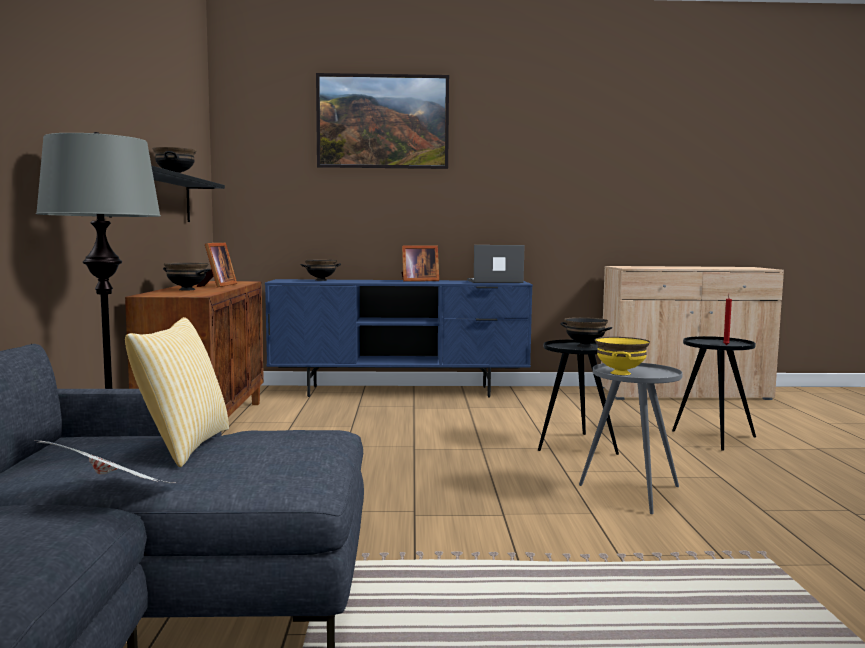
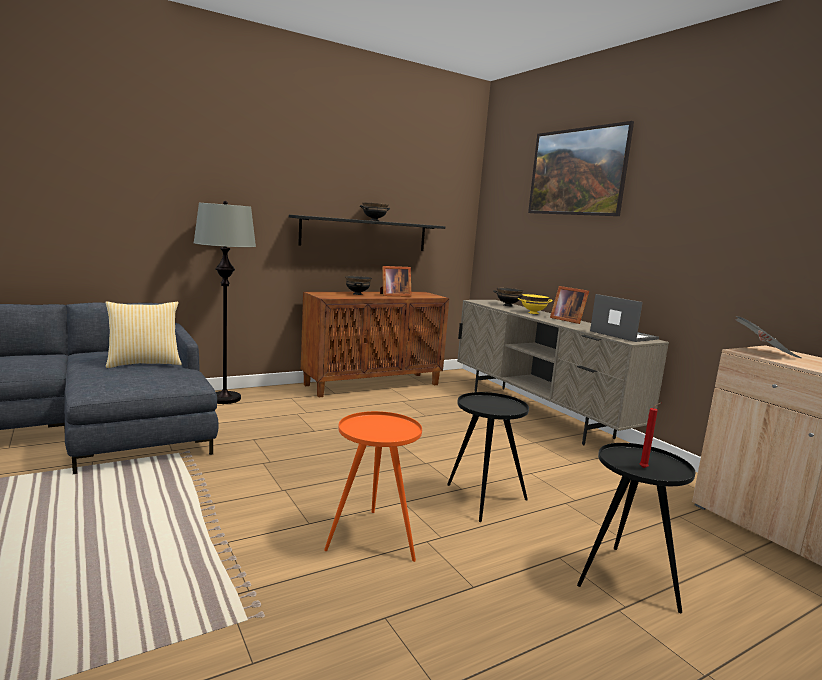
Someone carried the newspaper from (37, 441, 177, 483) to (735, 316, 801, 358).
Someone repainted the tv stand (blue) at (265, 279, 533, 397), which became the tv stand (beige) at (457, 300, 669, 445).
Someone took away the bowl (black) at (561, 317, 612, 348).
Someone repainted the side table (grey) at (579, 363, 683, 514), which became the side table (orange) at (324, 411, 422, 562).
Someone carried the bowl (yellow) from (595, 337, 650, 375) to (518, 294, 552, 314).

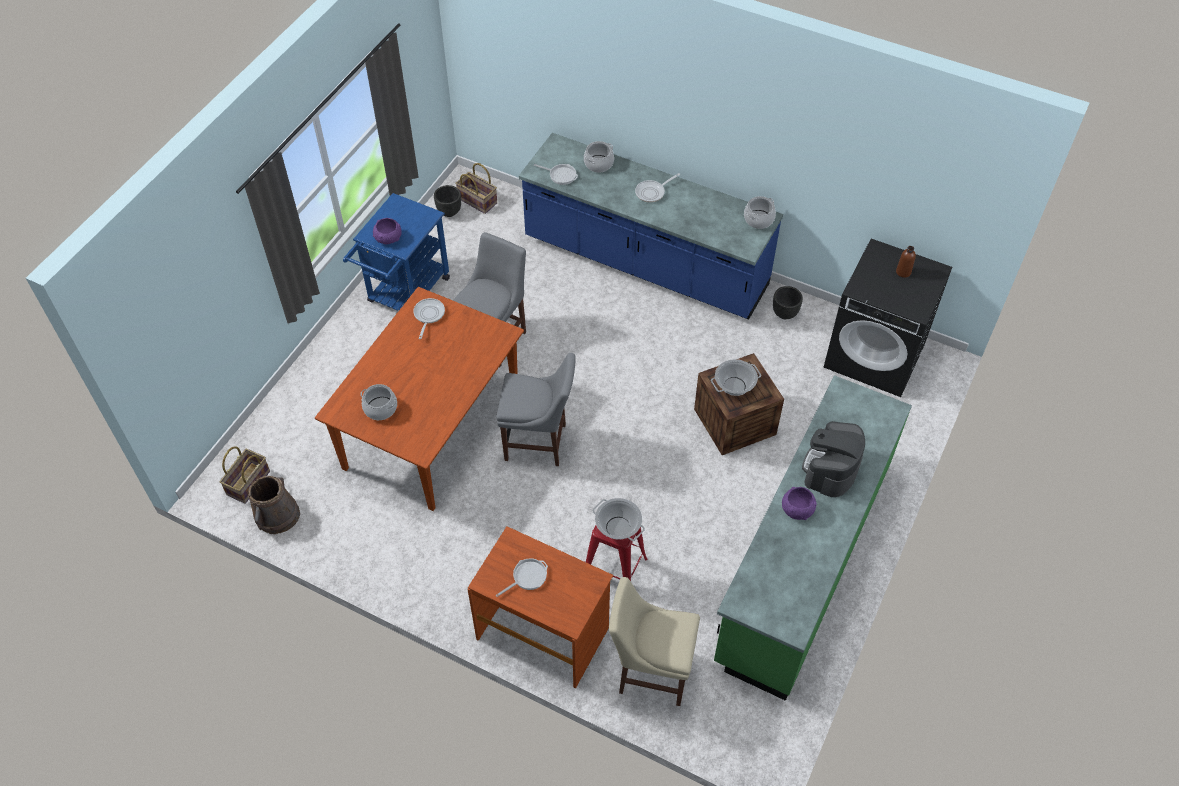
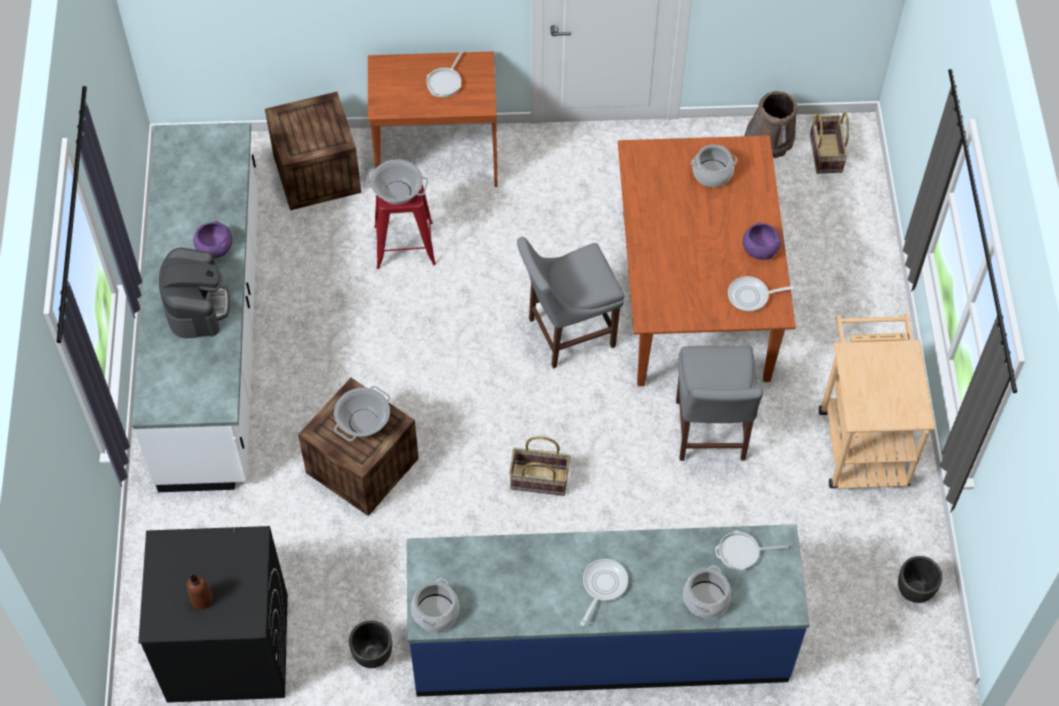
Someone repainted the cart (blue) at (343, 193, 450, 311), which became the cart (beige) at (819, 313, 935, 489).
Someone carried the bowl (purple) from (373, 218, 402, 244) to (742, 222, 781, 260).
Someone rotated the frying pan at (413, 298, 445, 339) by 105 degrees clockwise.
Someone carried the basket from (455, 163, 497, 214) to (509, 436, 570, 496).
Someone swapped the chair (beige) at (609, 577, 700, 706) for the crate at (265, 92, 361, 210).
Someone repainted the counter (green) at (714, 375, 912, 701), which became the counter (white) at (132, 122, 258, 492).

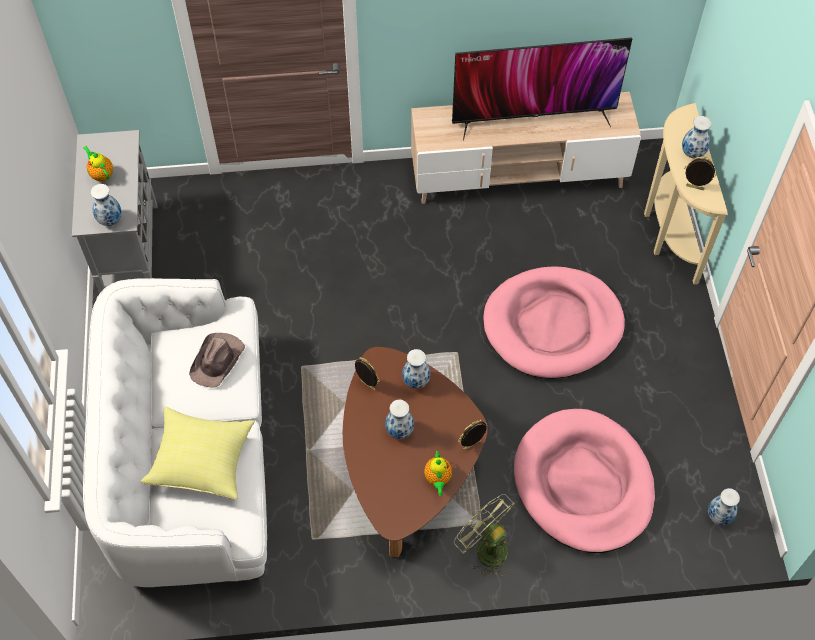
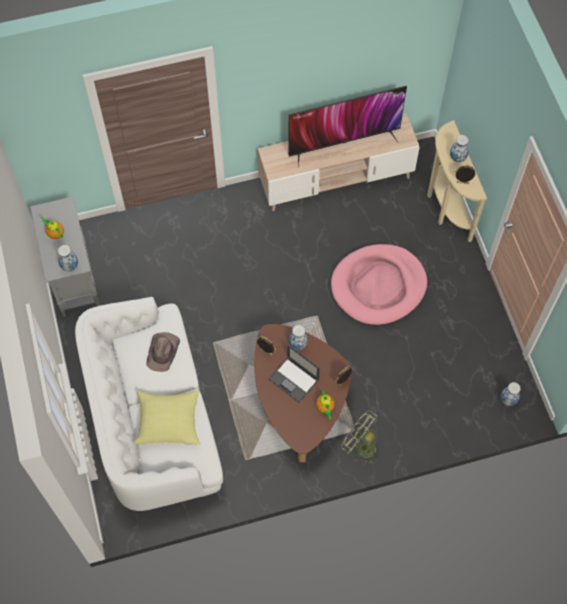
Someone swapped the vase at (385, 400, 414, 439) for the laptop at (268, 345, 320, 403).
Someone took away the dog bed (pink) at (514, 409, 655, 553).

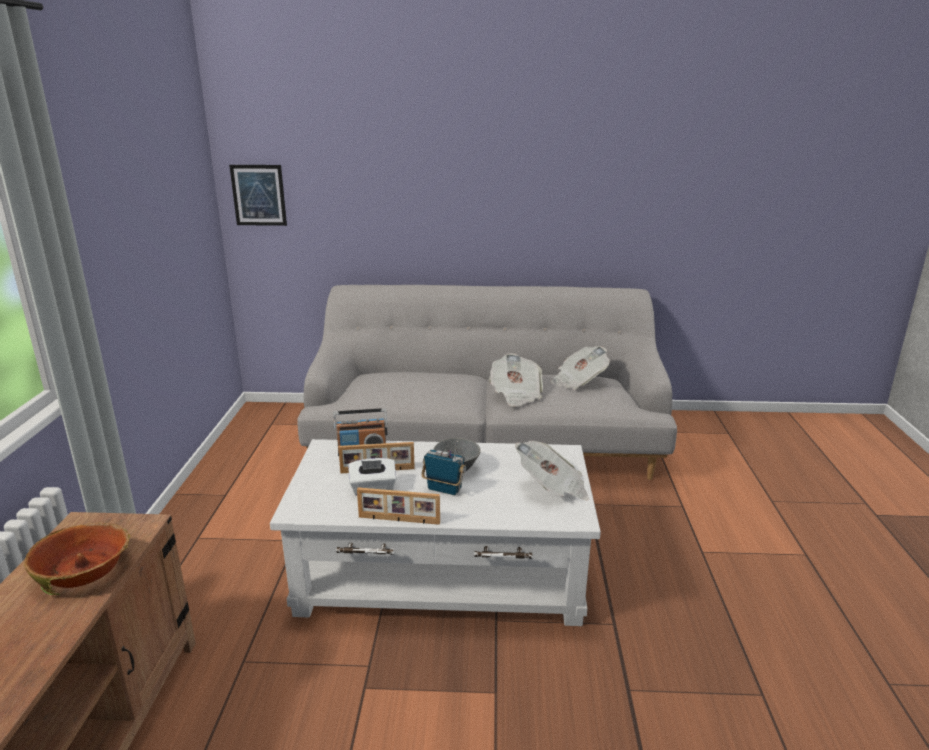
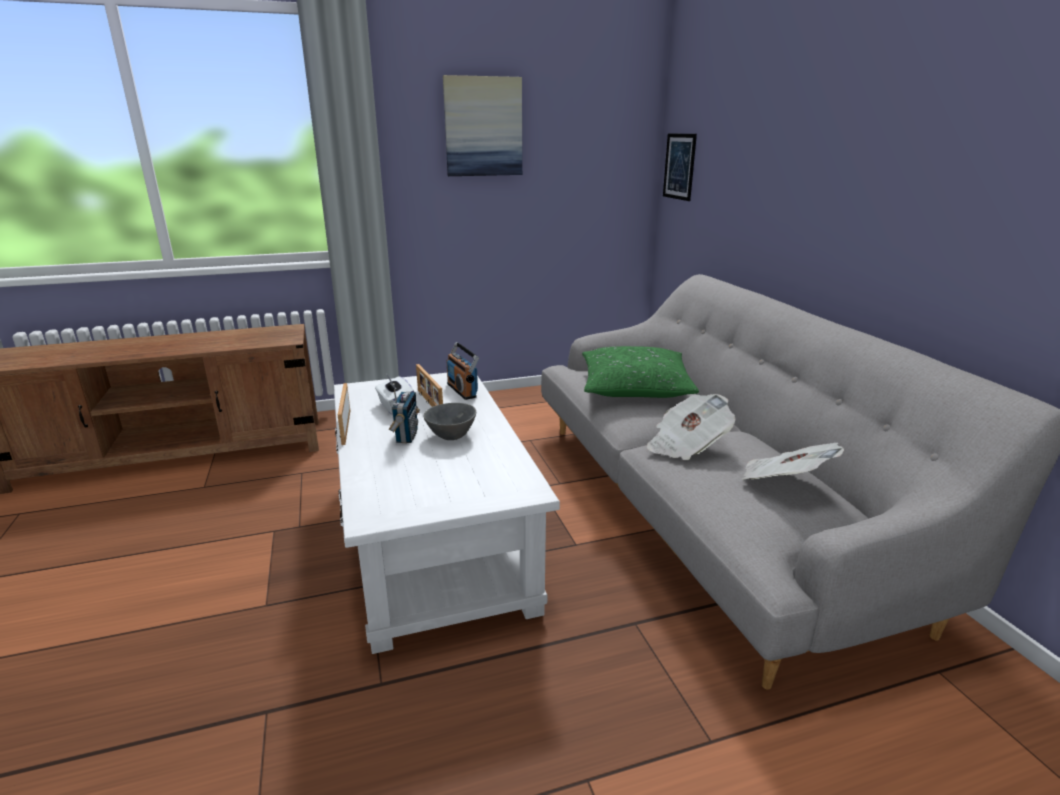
Someone took away the bowl at (24, 522, 130, 595).
Someone took away the newspaper at (515, 441, 589, 500).
Someone put up the picture at (443, 75, 522, 176).
Someone put down the pillow (green) at (582, 346, 699, 398).

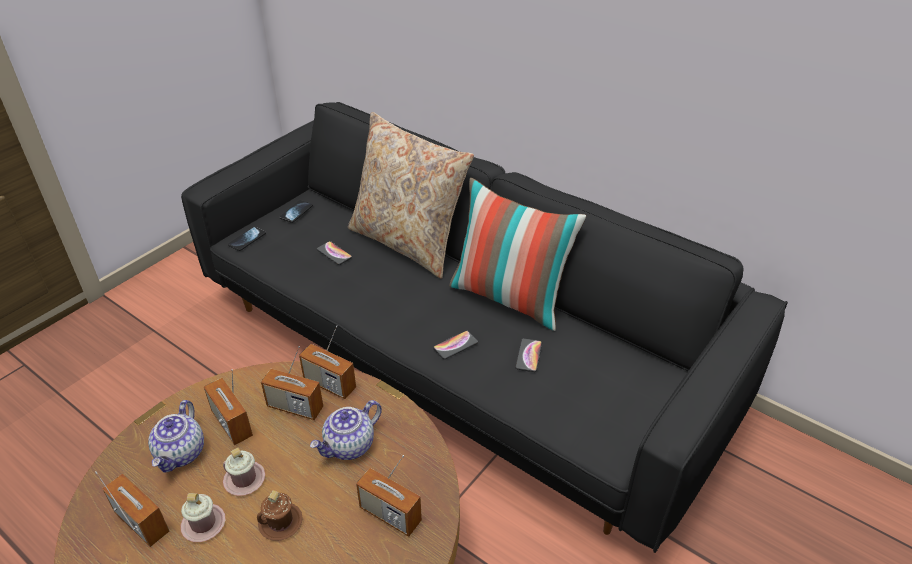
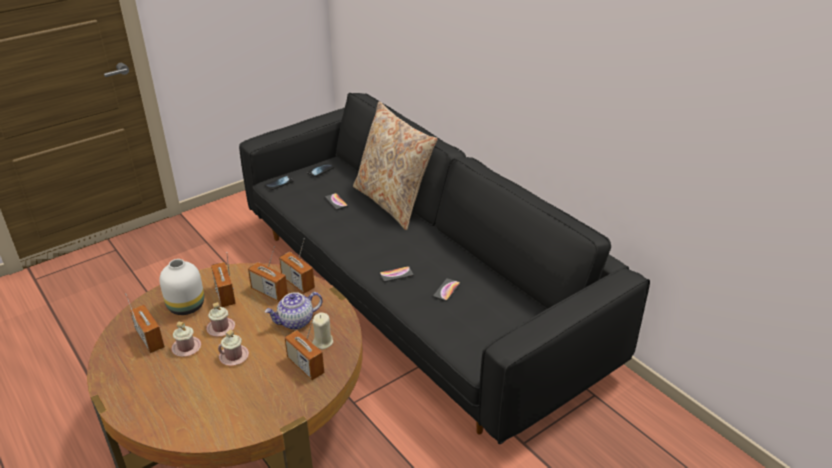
Someone swapped the teapot at (148, 400, 204, 473) for the vase (white) at (159, 259, 204, 315).
Someone repainted the mug (brown) at (257, 490, 303, 541), which became the mug (pink) at (218, 330, 249, 366).
Someone took away the pillow at (449, 178, 586, 331).
Someone put down the candle (beige) at (312, 312, 333, 350).

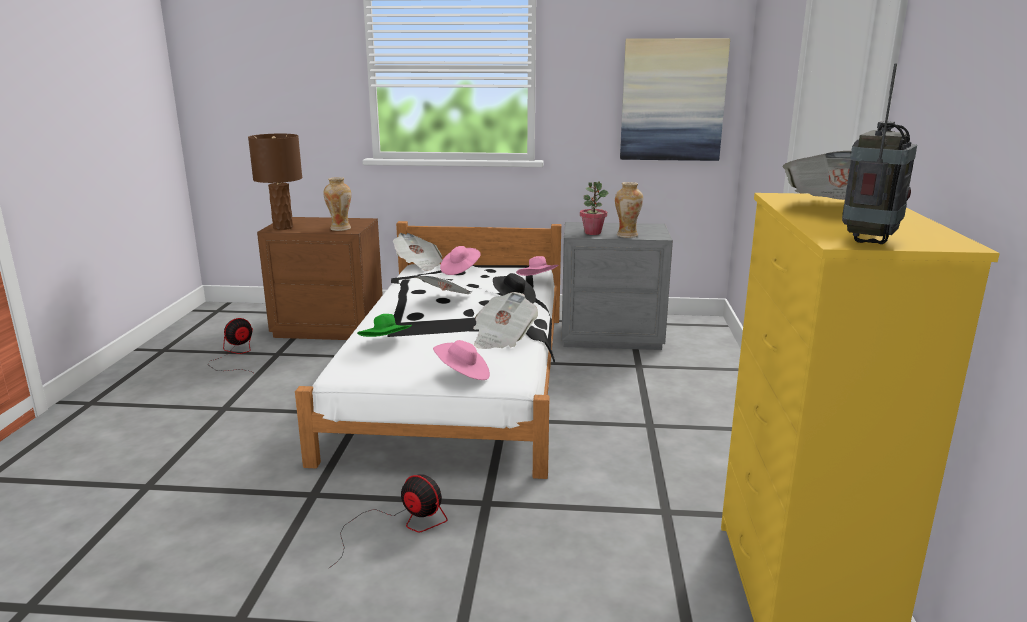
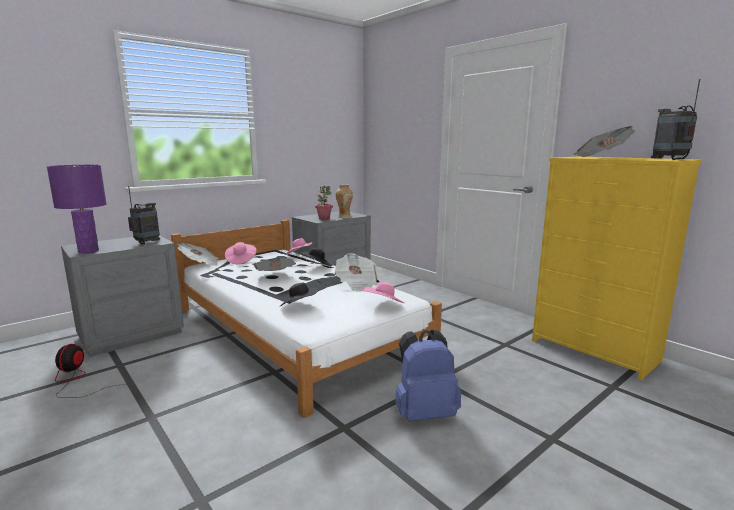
Someone repainted the table lamp (brown) at (248, 134, 302, 230), which became the table lamp (purple) at (47, 165, 107, 253).
Someone repainted the nightstand (brown) at (257, 217, 383, 340), which became the nightstand (grey) at (61, 235, 184, 357).
Someone swapped the vase at (323, 177, 351, 231) for the radio at (128, 186, 160, 244).
Someone swapped the fan at (328, 474, 448, 569) for the backpack (blue) at (396, 329, 461, 422).
Someone repainted the hat (green) at (357, 314, 412, 337), which became the hat (black) at (280, 283, 319, 306).
Someone took away the picture at (620, 38, 730, 161).

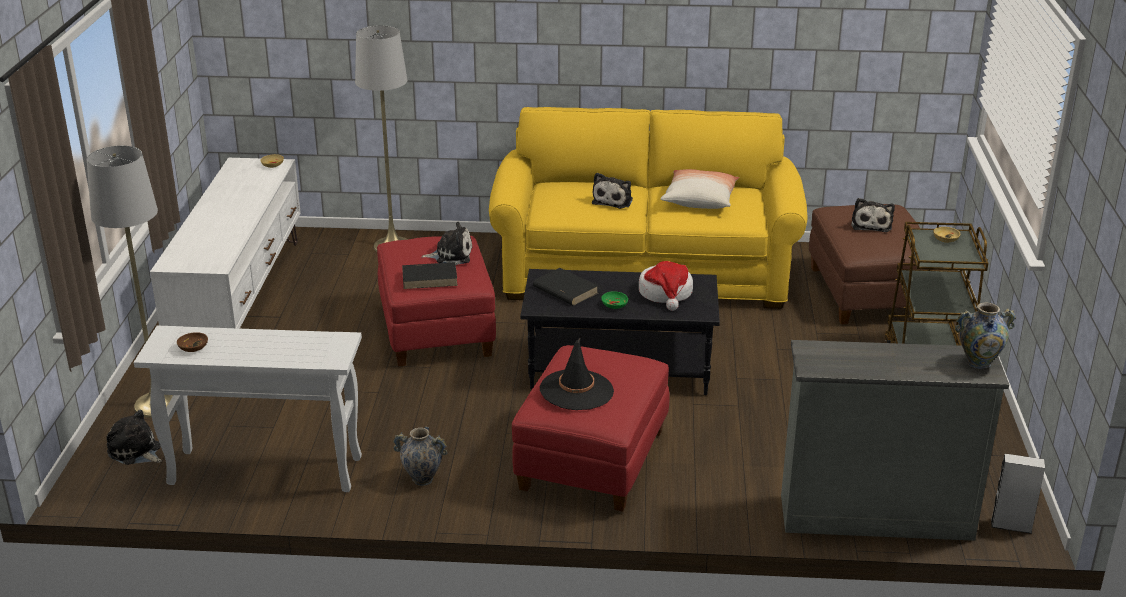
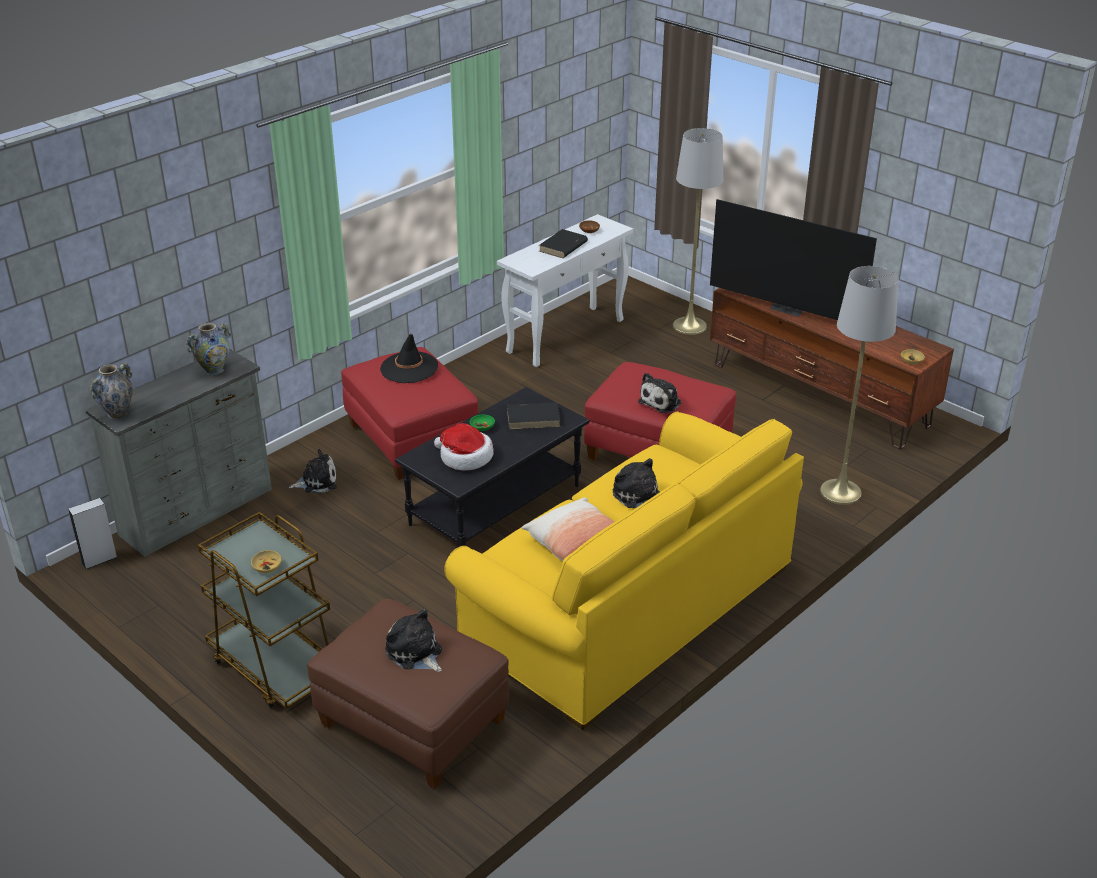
Someone carried the plush toy from (106, 410, 162, 465) to (289, 449, 337, 493).
Someone repainted the tv stand (white) at (150, 158, 301, 329), which became the tv stand (brown) at (710, 288, 954, 449).
Someone carried the vase from (393, 427, 447, 486) to (186, 323, 231, 376).
Someone carried the book (black) from (402, 262, 458, 289) to (539, 229, 588, 258).
Someone put down the television at (710, 199, 877, 320).

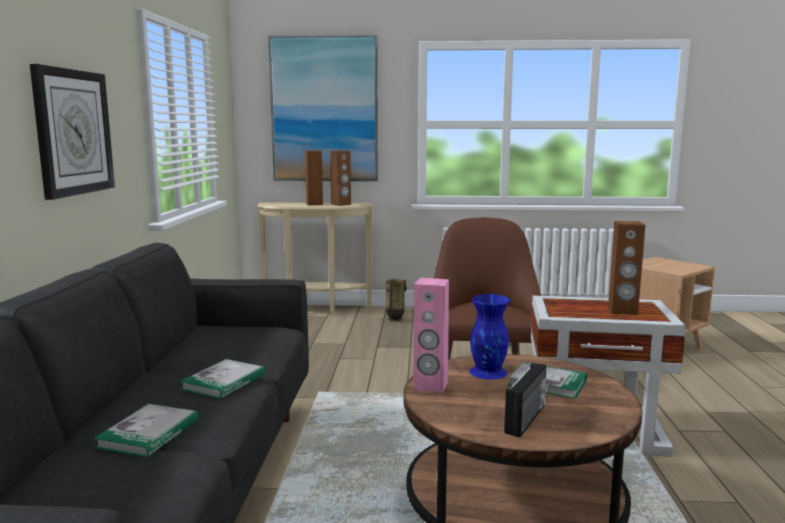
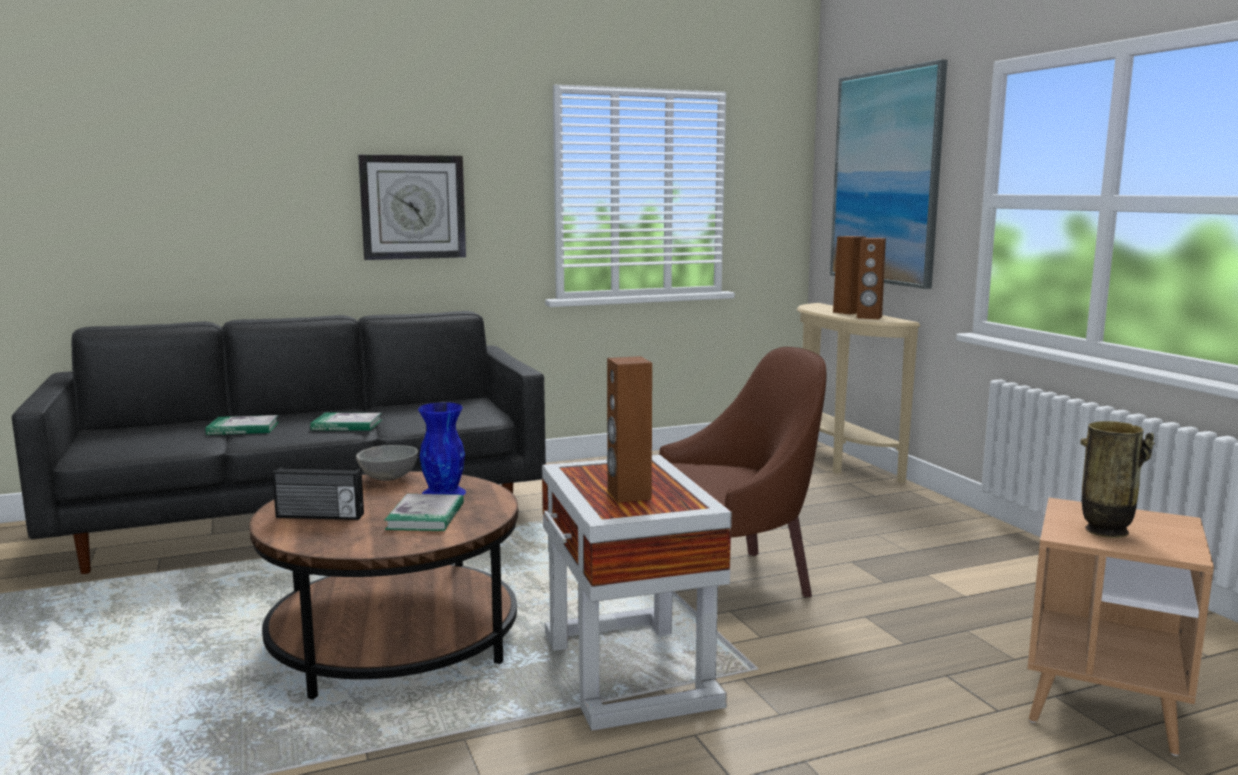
Someone carried the vase from (386, 279, 407, 322) to (1080, 421, 1155, 538).
Someone swapped the speaker (pink) at (413, 278, 449, 393) for the bowl (grey) at (356, 445, 418, 481).

